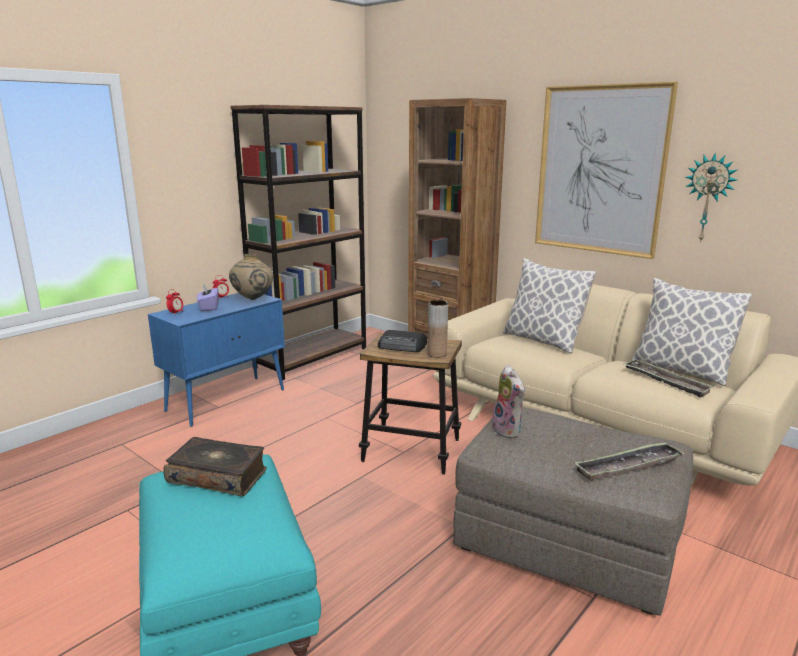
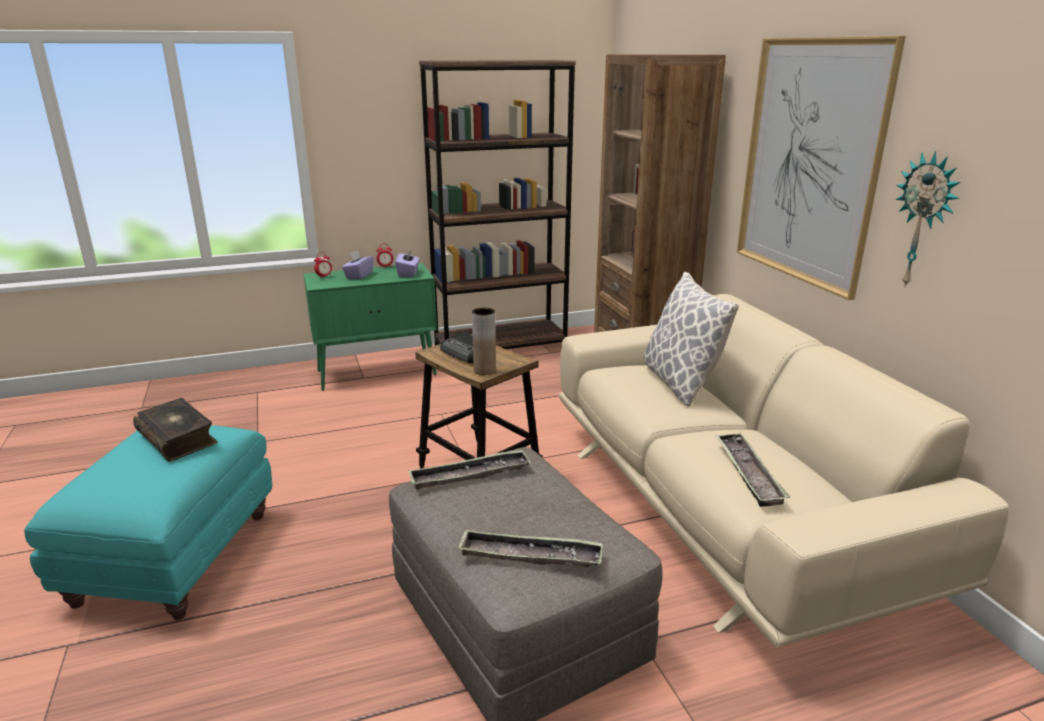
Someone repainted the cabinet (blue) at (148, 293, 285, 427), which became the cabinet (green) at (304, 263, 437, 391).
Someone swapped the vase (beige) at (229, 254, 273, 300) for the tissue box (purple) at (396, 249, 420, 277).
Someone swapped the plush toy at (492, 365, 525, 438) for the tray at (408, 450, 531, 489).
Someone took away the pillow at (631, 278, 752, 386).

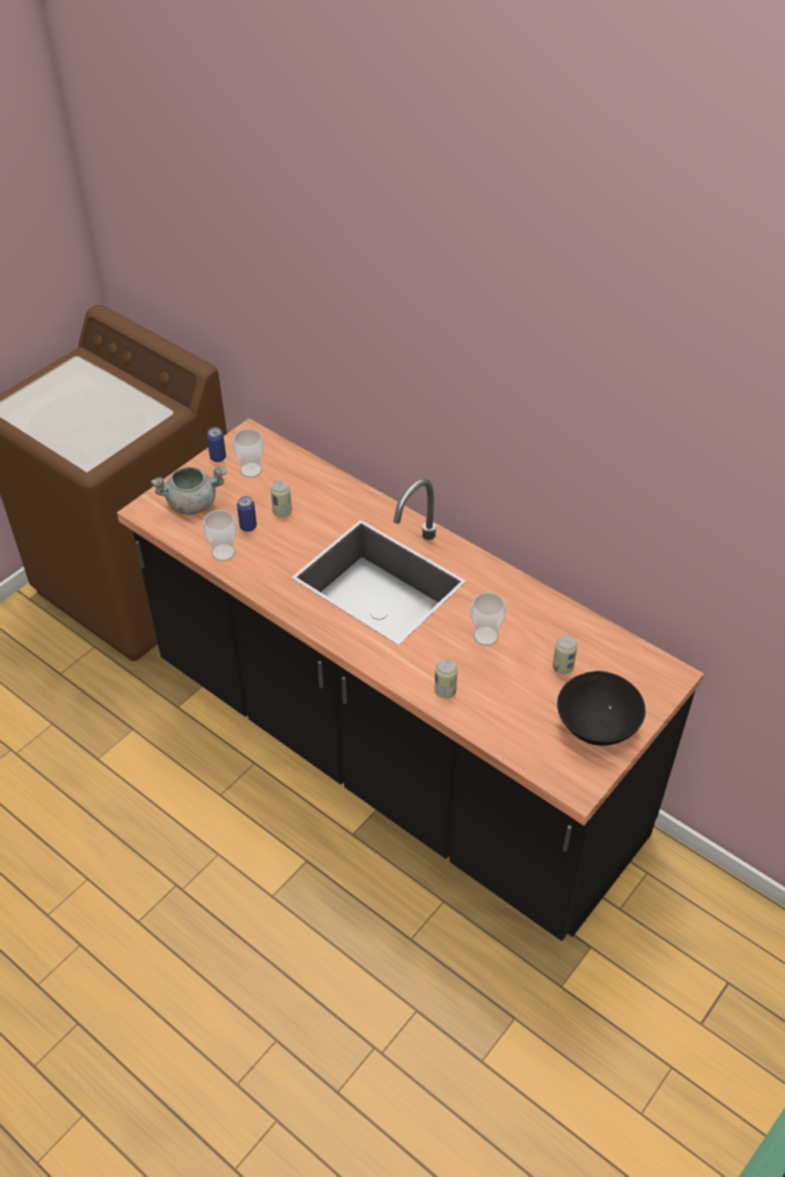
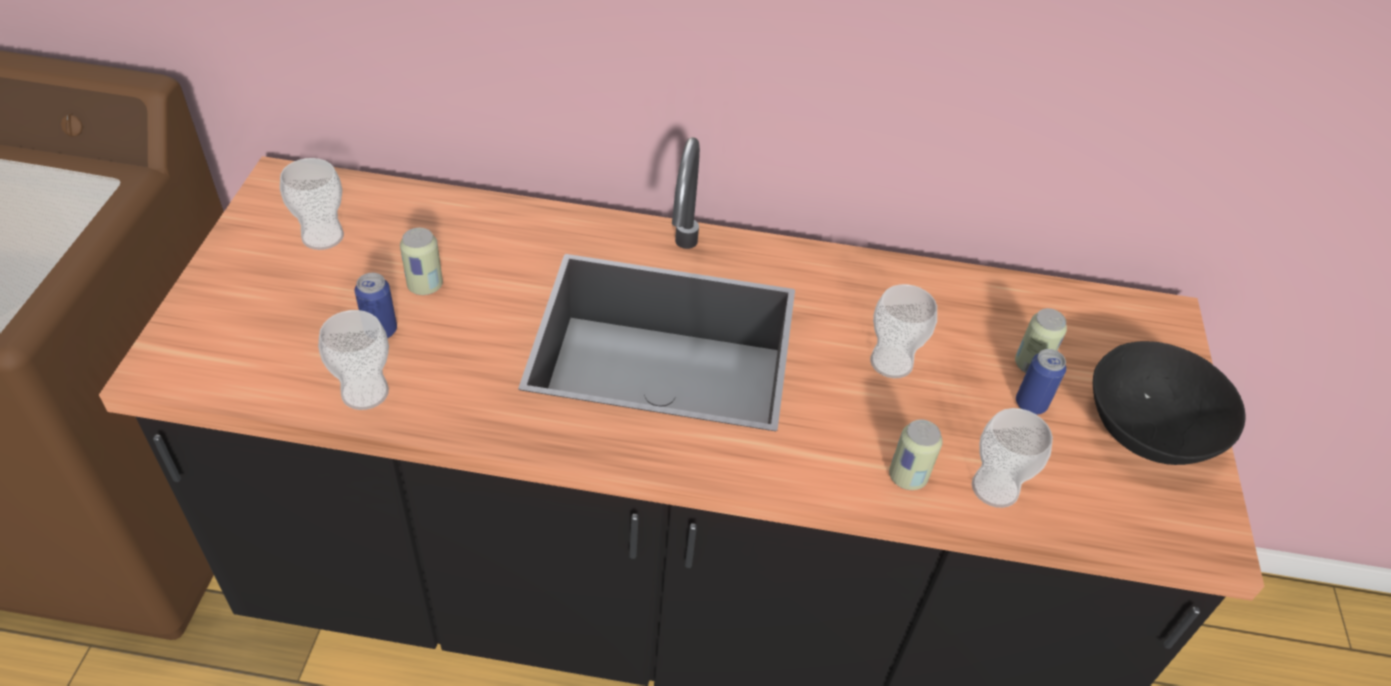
Someone took away the cooking pot (grey) at (151, 466, 227, 515).
Someone carried the can from (207, 427, 226, 462) to (1016, 349, 1066, 415).
Someone put down the cup at (972, 408, 1053, 508).

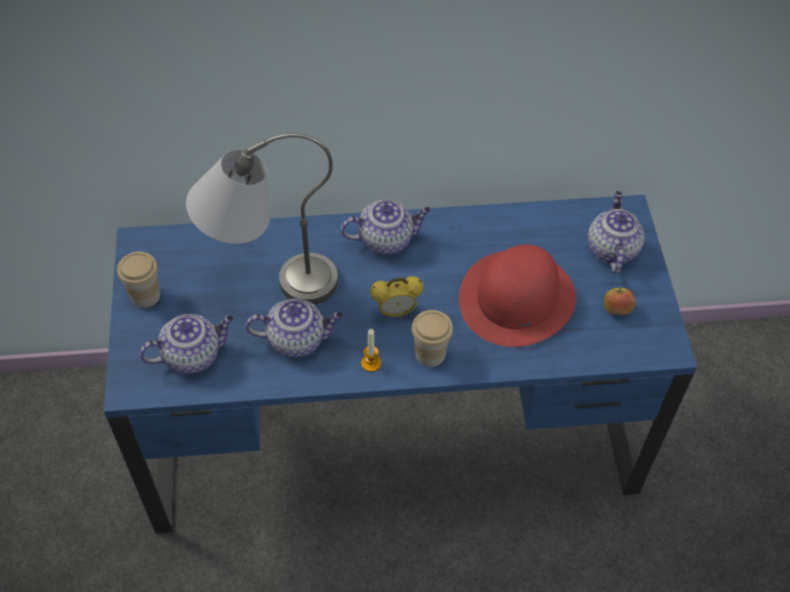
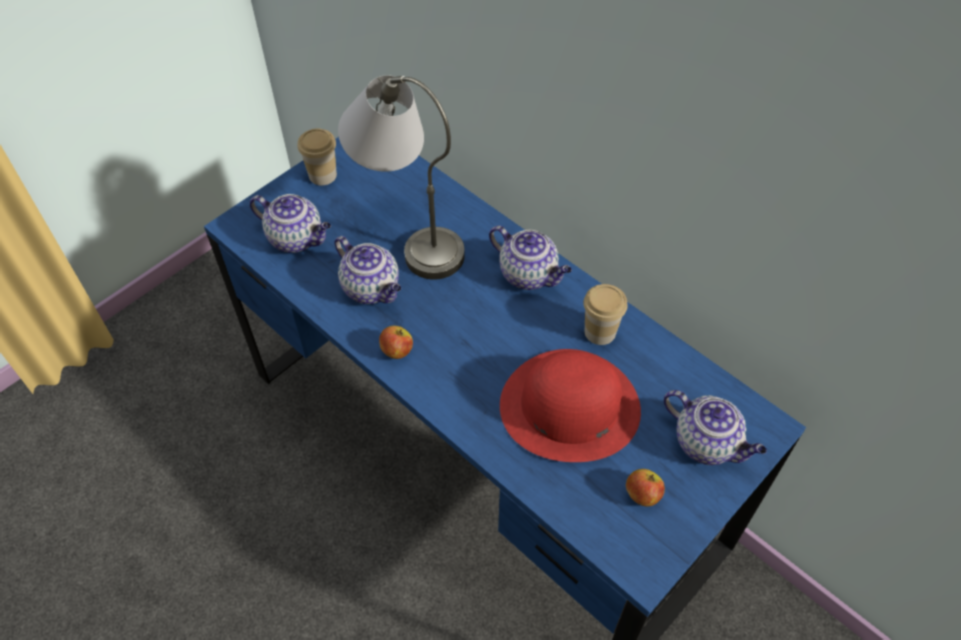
Someone swapped the candle at (361, 329, 381, 372) for the apple at (379, 326, 413, 359).
Someone took away the alarm clock at (370, 276, 424, 318).
Someone carried the cup from (411, 310, 453, 367) to (583, 284, 627, 345).
Someone rotated the teapot at (588, 191, 645, 274) by 75 degrees clockwise.

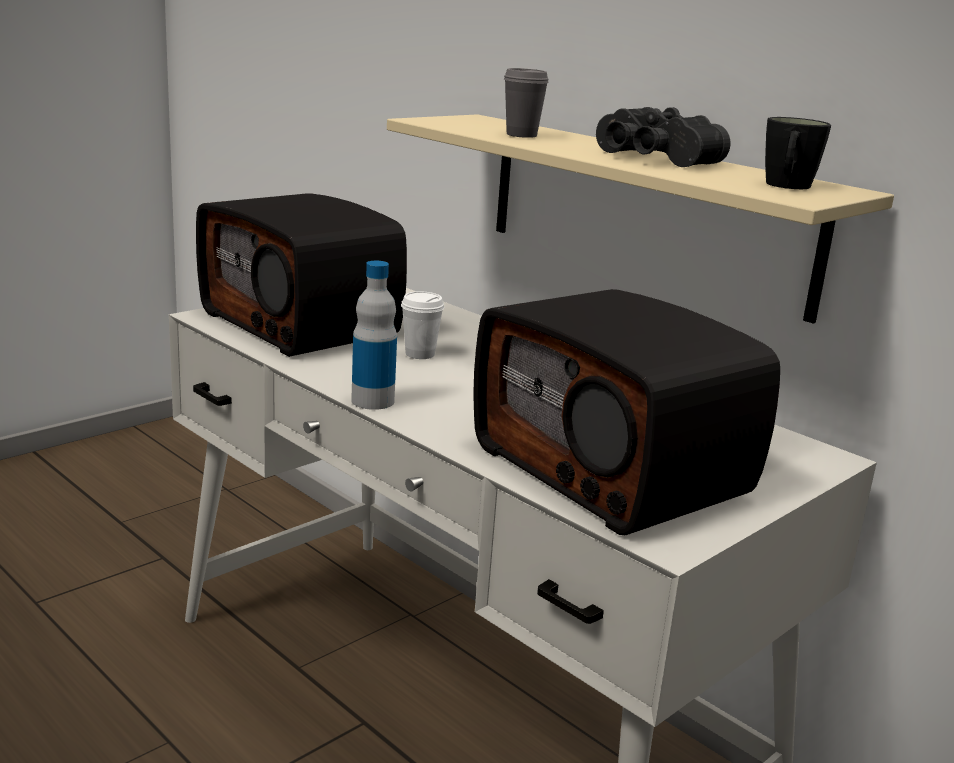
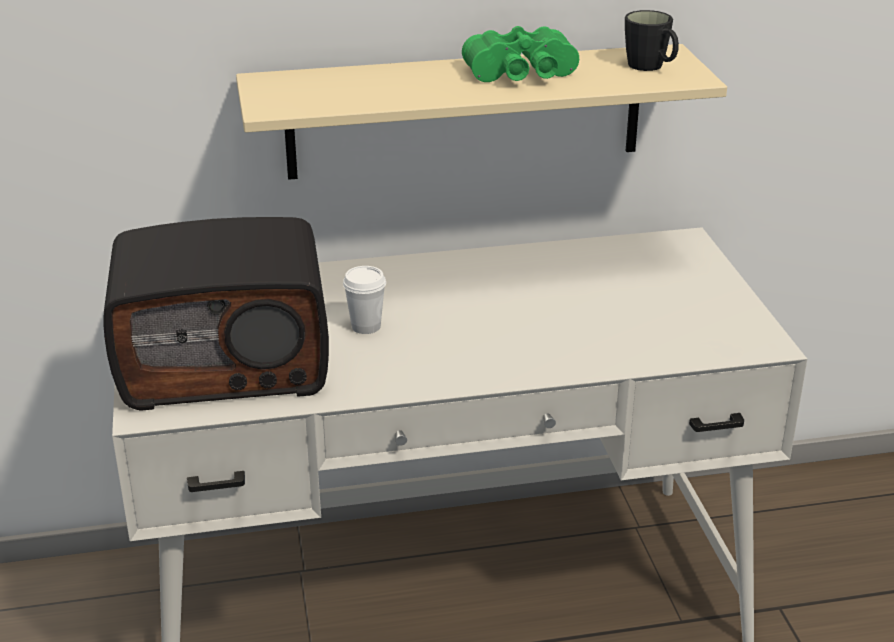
Someone took away the bottle at (351, 261, 397, 410).
Someone took away the radio at (473, 289, 780, 535).
Someone took away the cup (grey) at (504, 68, 549, 138).
Someone repainted the binoculars (black) at (596, 107, 731, 167), which became the binoculars (green) at (462, 26, 579, 82).

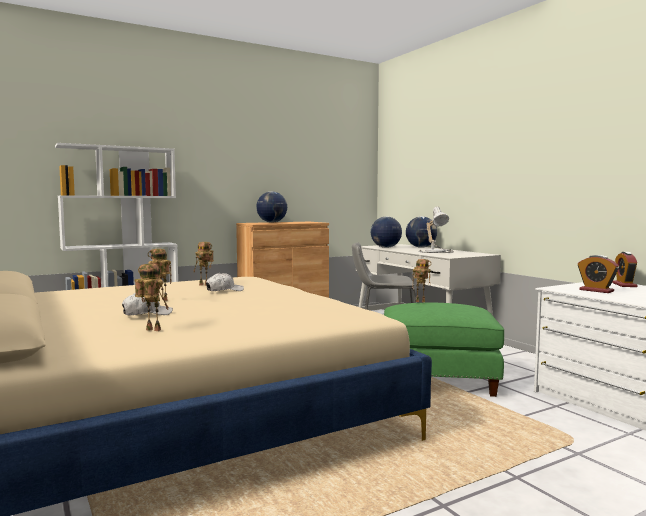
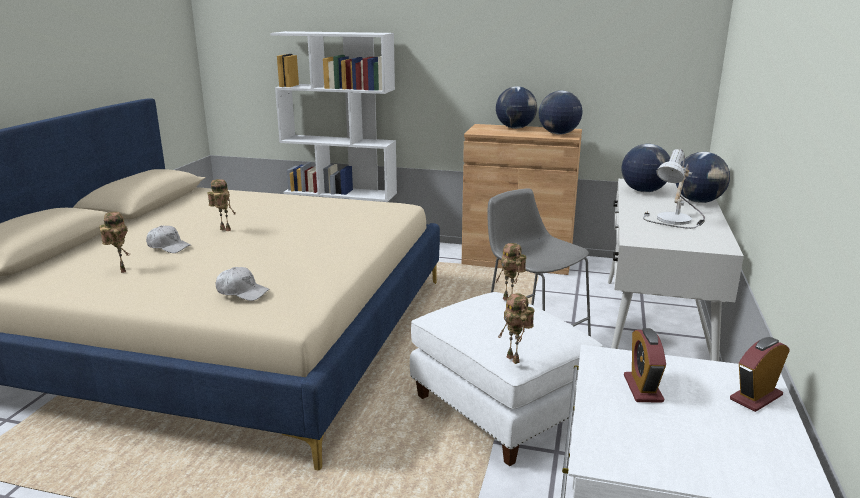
Someone carried the toy robot from (193, 242, 214, 286) to (498, 293, 534, 364).
Someone carried the cap (white) from (206, 273, 244, 291) to (216, 267, 270, 301).
Someone repainted the ottoman (green) at (384, 303, 504, 397), which became the ottoman (white) at (410, 292, 603, 466).
Someone put down the globe at (539, 91, 582, 135).

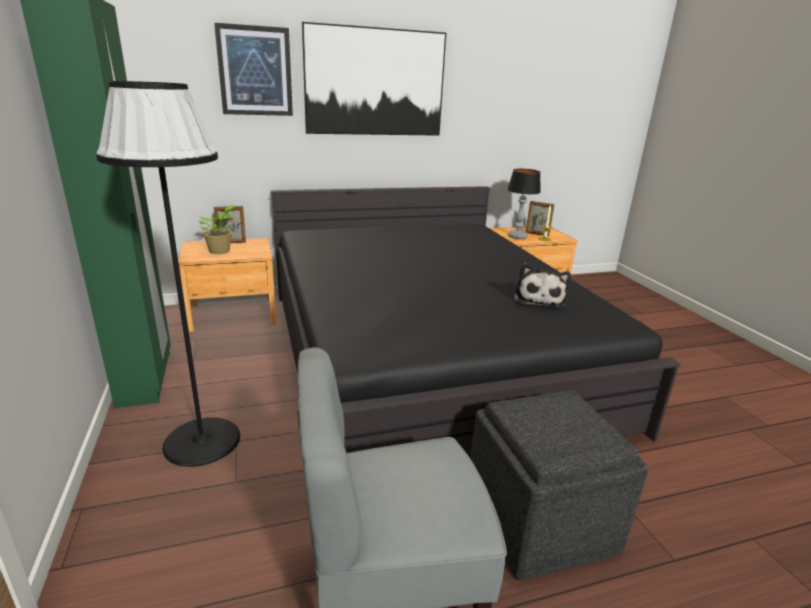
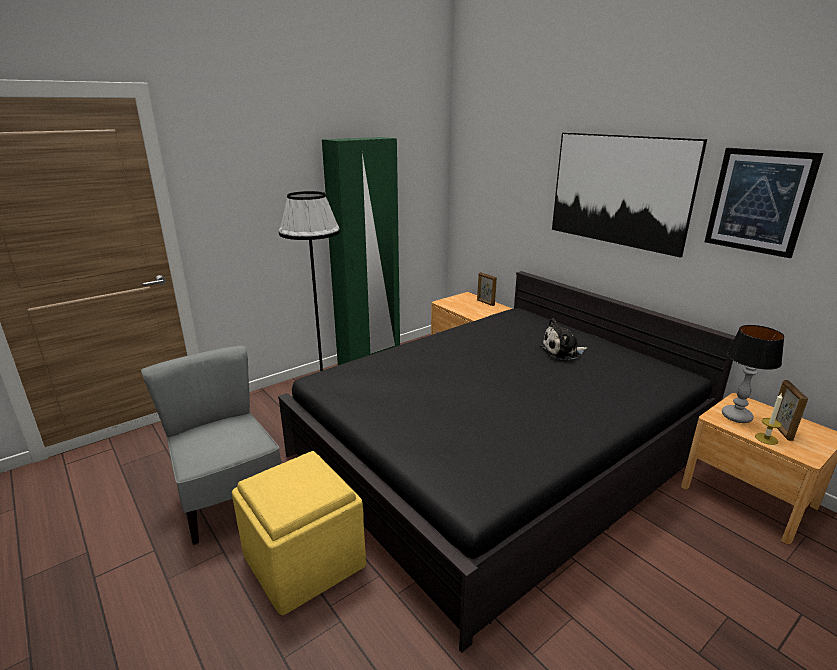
Someone took away the potted plant at (197, 205, 233, 254).
Someone carried the picture from (214, 23, 293, 116) to (705, 148, 823, 258).
Someone repainted the ottoman (grey) at (470, 390, 649, 581), which became the ottoman (yellow) at (232, 451, 366, 615).
Someone carried the plush toy from (514, 263, 571, 308) to (540, 318, 588, 360).

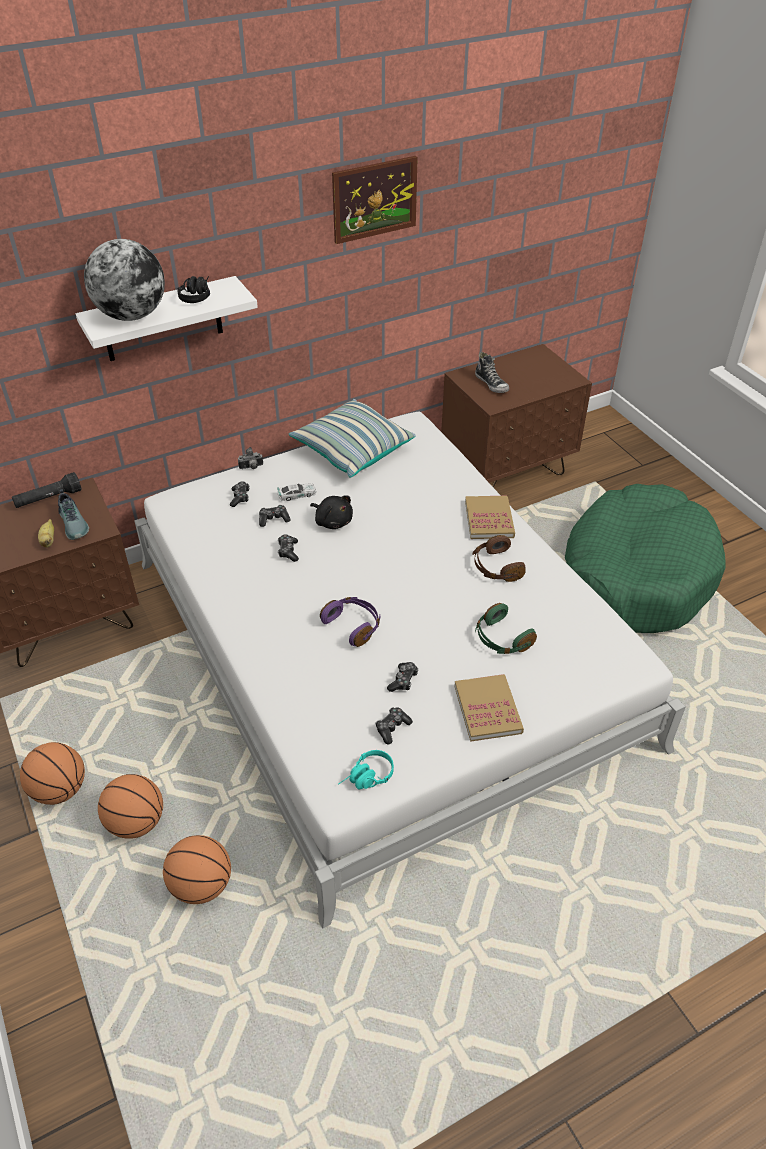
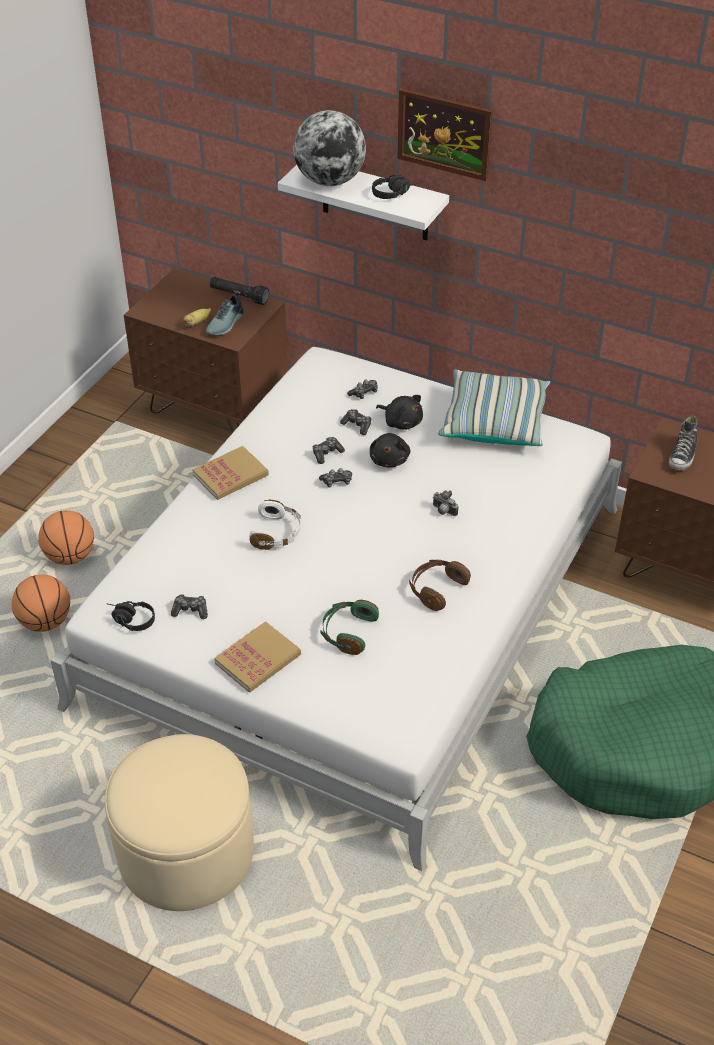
Someone took away the basketball at (20, 742, 85, 805).
Someone carried the photo camera from (238, 447, 263, 469) to (433, 490, 458, 516).
Someone swapped the toy car at (277, 483, 316, 501) for the plush toy (black) at (376, 395, 423, 430).
Someone repainted the headphones (purple) at (320, 597, 380, 647), which became the headphones (white) at (249, 500, 301, 550).
Someone carried the picture from (332, 156, 418, 244) to (397, 88, 493, 181).
Someone repainted the headphones (turquoise) at (338, 750, 394, 789), which became the headphones (black) at (106, 601, 155, 631).
Someone carried the game controller from (387, 662, 418, 692) to (319, 468, 352, 487).
Someone carried the book from (465, 496, 515, 539) to (192, 446, 269, 500).
Someone put down the ottoman (beige) at (105, 734, 254, 911).

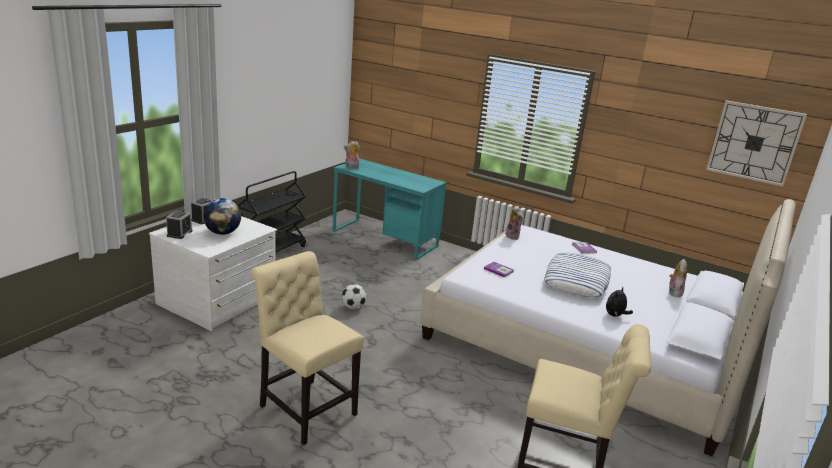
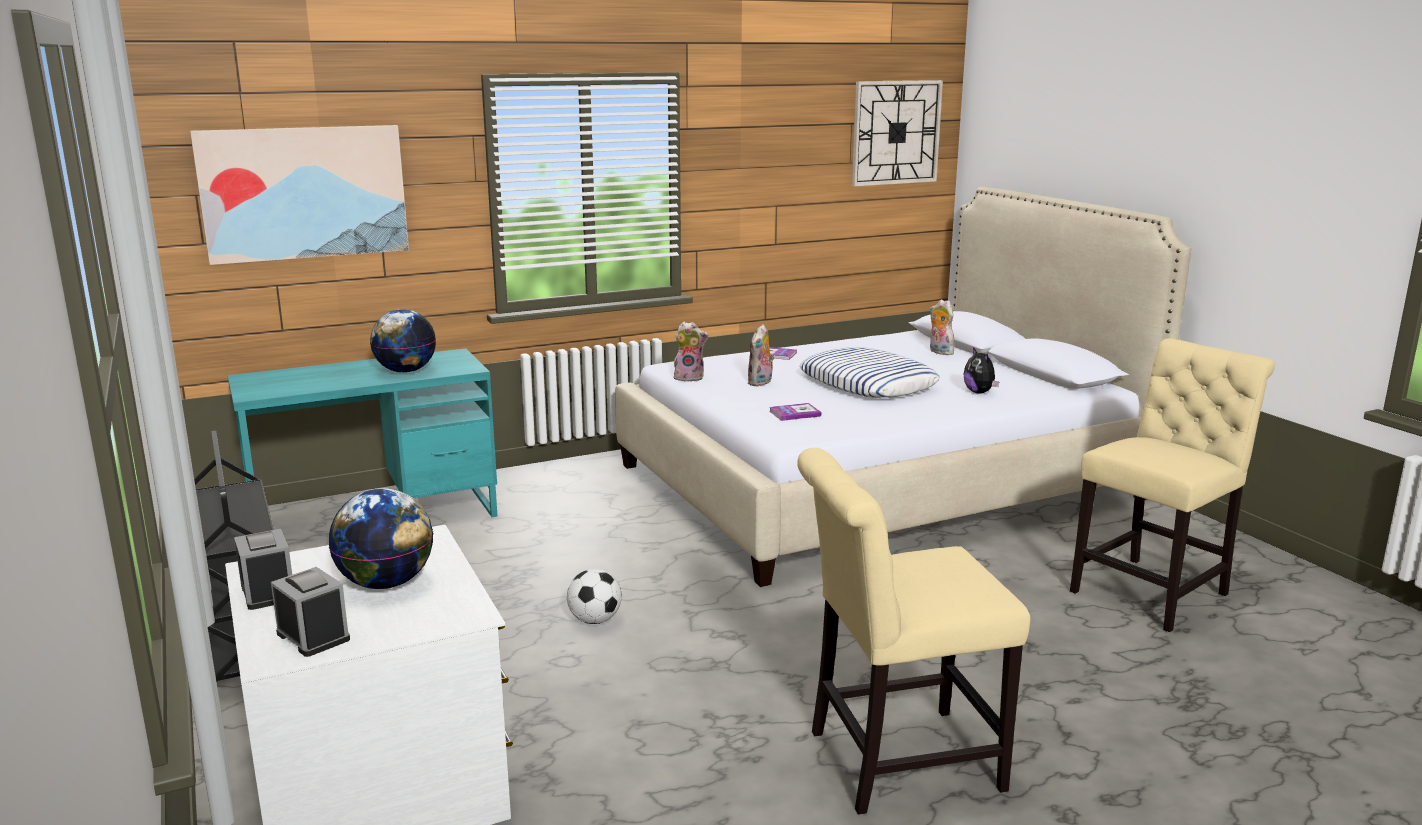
Someone carried the plush toy from (344, 141, 360, 169) to (747, 324, 775, 386).
Someone put up the picture at (190, 125, 409, 265).
Someone put down the globe at (370, 309, 436, 373).

